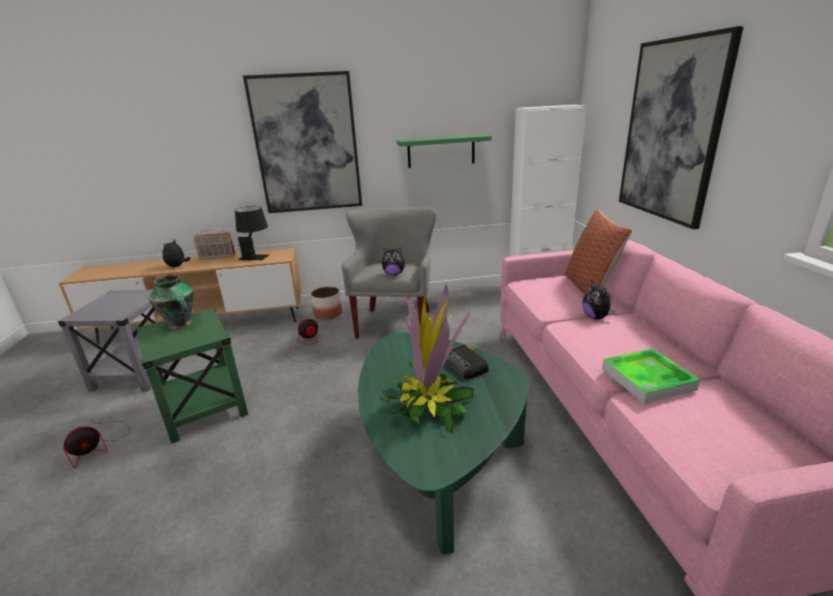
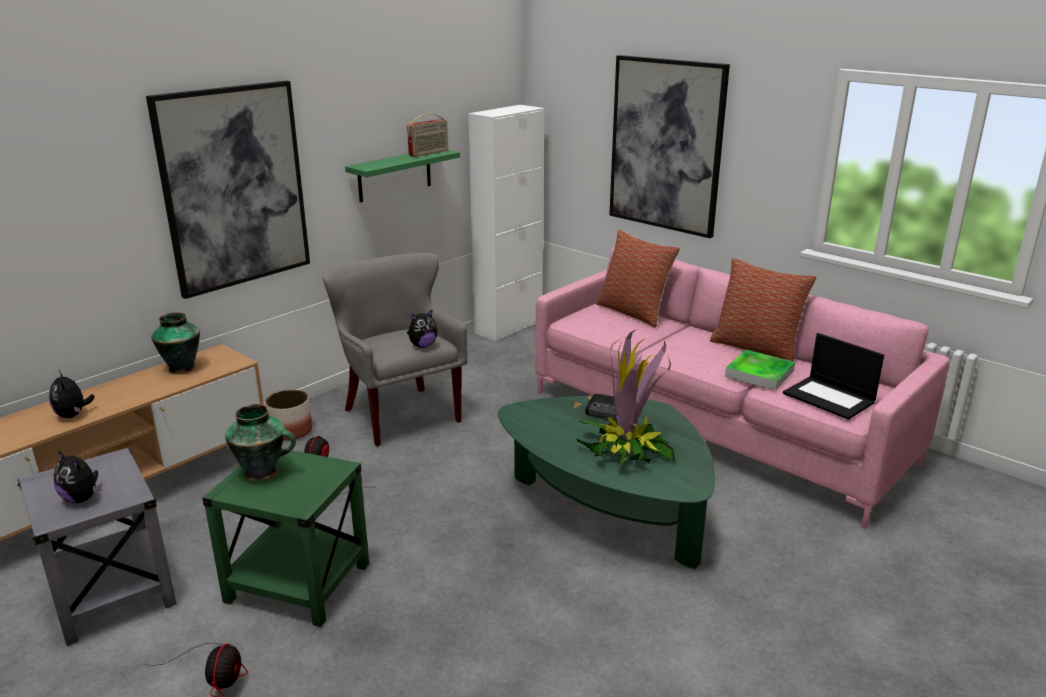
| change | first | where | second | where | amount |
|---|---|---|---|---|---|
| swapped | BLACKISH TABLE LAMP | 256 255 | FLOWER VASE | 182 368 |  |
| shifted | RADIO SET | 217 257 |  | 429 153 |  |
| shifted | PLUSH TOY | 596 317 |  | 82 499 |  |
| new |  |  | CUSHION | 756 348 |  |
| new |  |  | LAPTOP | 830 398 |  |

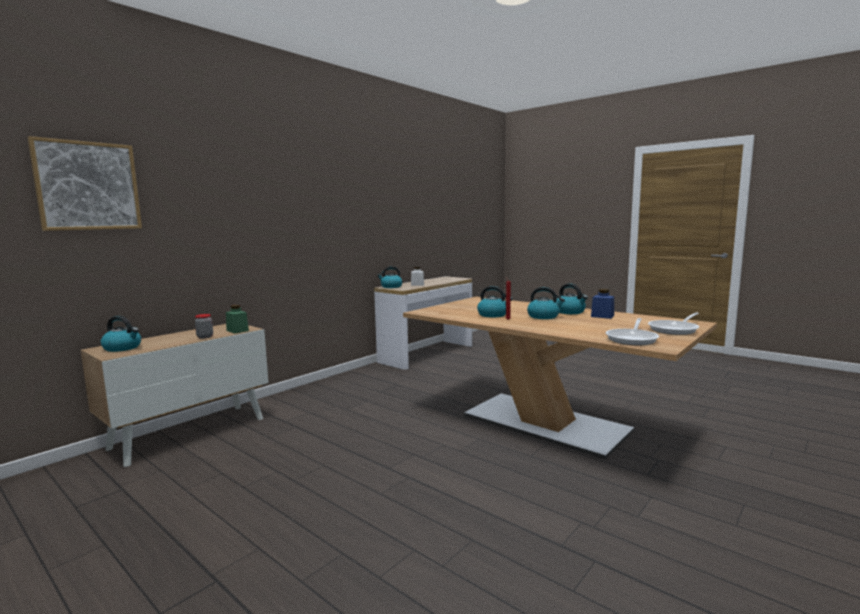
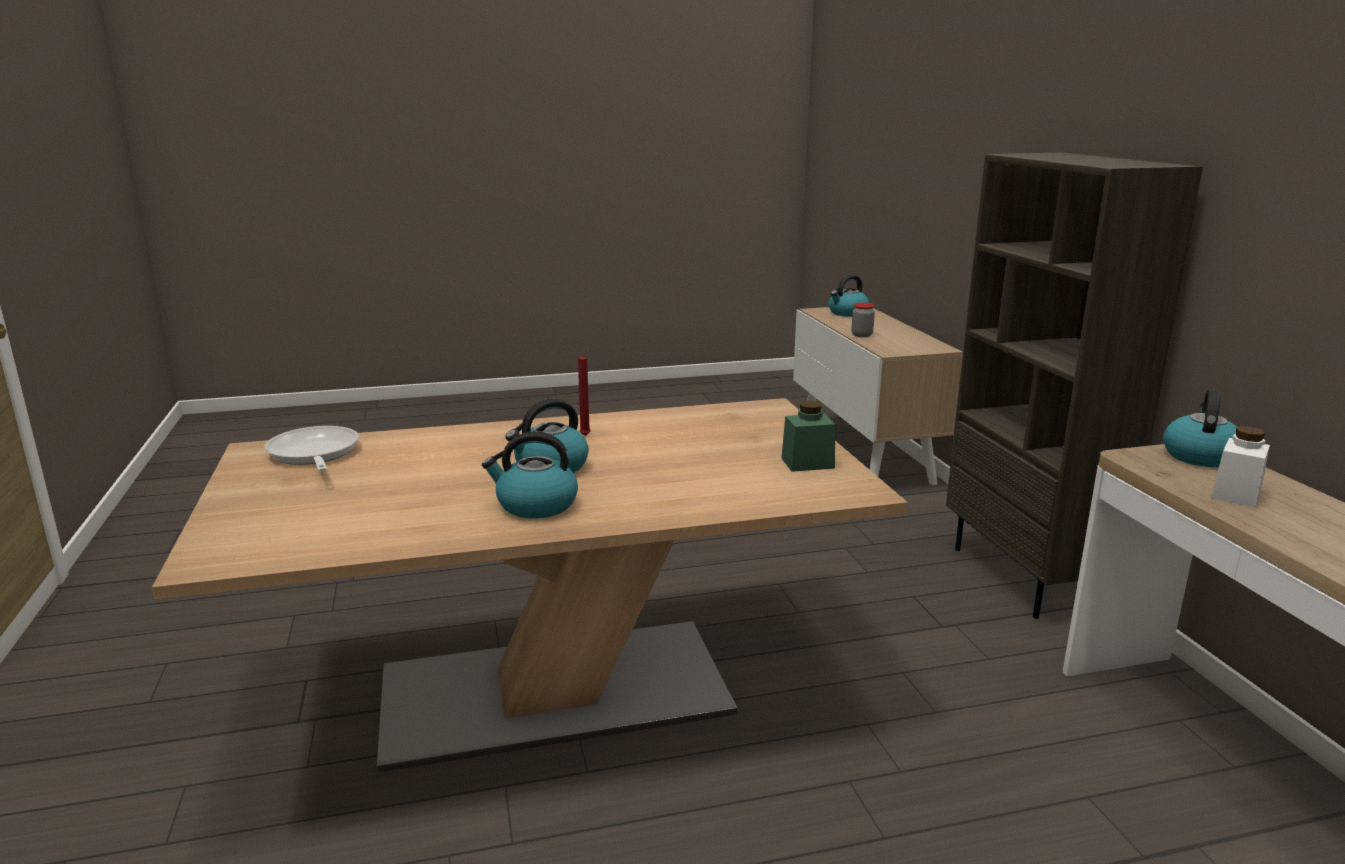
| change | first | where | second | where | amount |
|---|---|---|---|---|---|
| gone | WALL ART | 88 186 |  |  |  |
| gone | KETTLE | 493 315 |  |  |  |
| gone | BLUE-COLOURED JAR | 602 316 |  |  |  |
| shifted | GREENISH JAR | 237 330 |  | 807 463 |  |
| gone | FRYING PAN | 675 329 |  |  |  |
| new |  |  | BROWN-COLOURED BOOKCASE | 1025 577 |  |

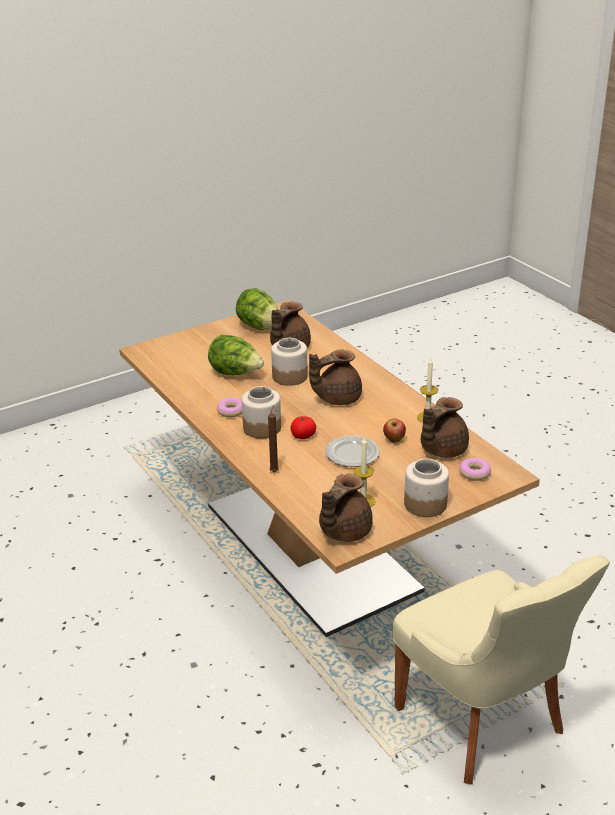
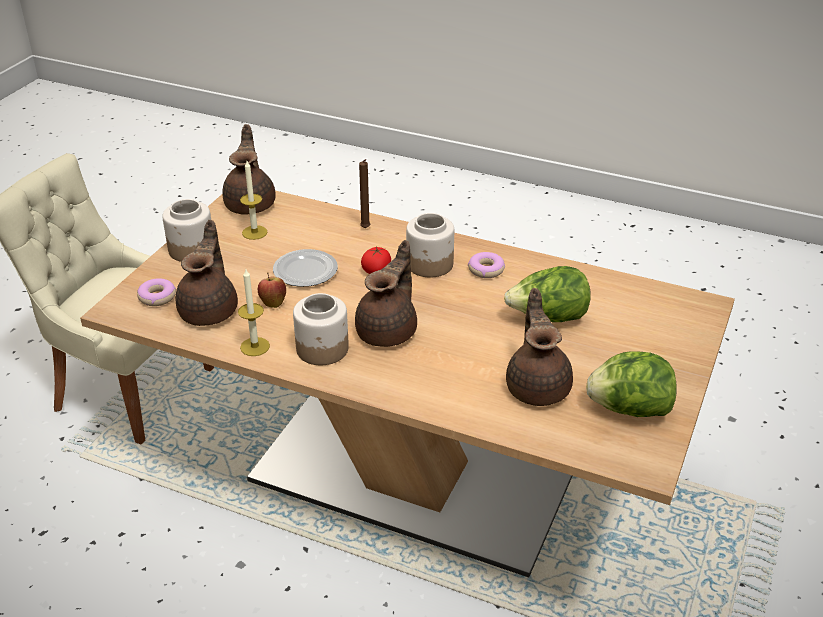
| change | first | where | second | where | amount |
|---|---|---|---|---|---|
| shifted | JAR | 289 376 |  | 322 349 |  |

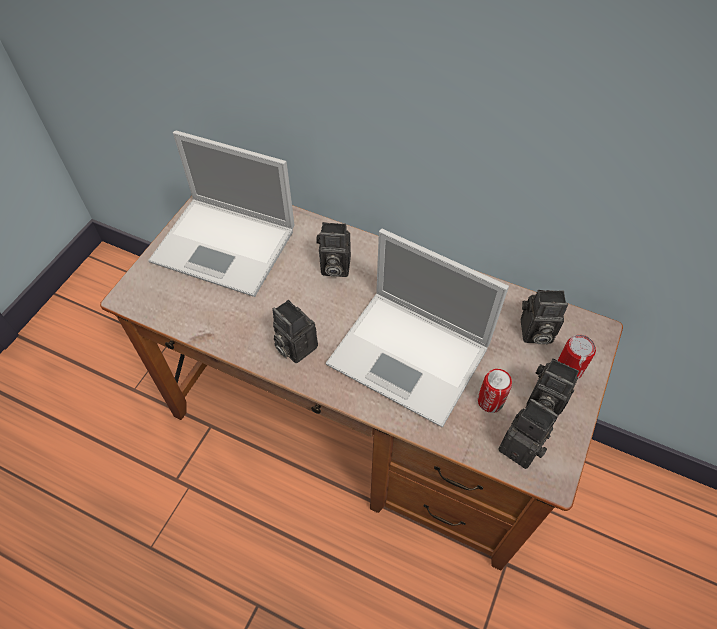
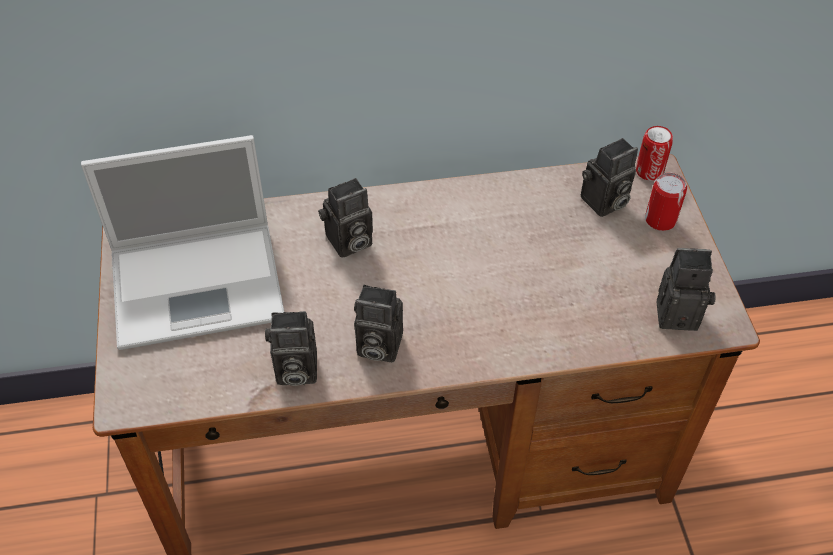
| change | first | where | second | where | amount |
|---|---|---|---|---|---|
| gone | LAPTOP | 411 356 |  |  |  |
| shifted | STILL CAMERA | 542 402 |  | 294 371 |  |
| shifted | CAN | 490 401 |  | 649 171 |  |

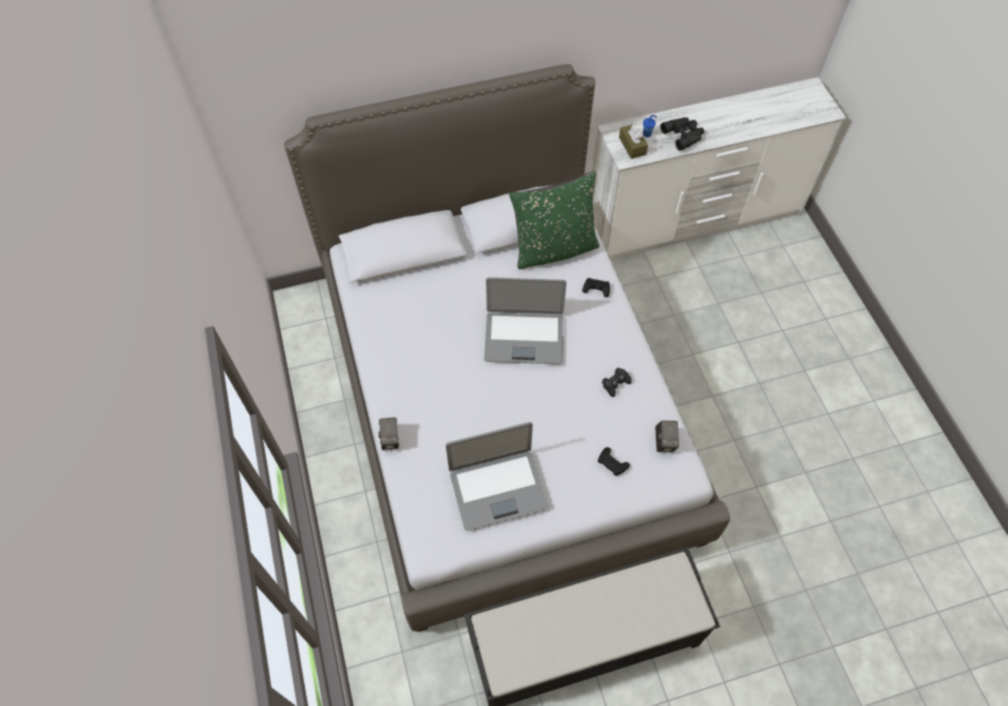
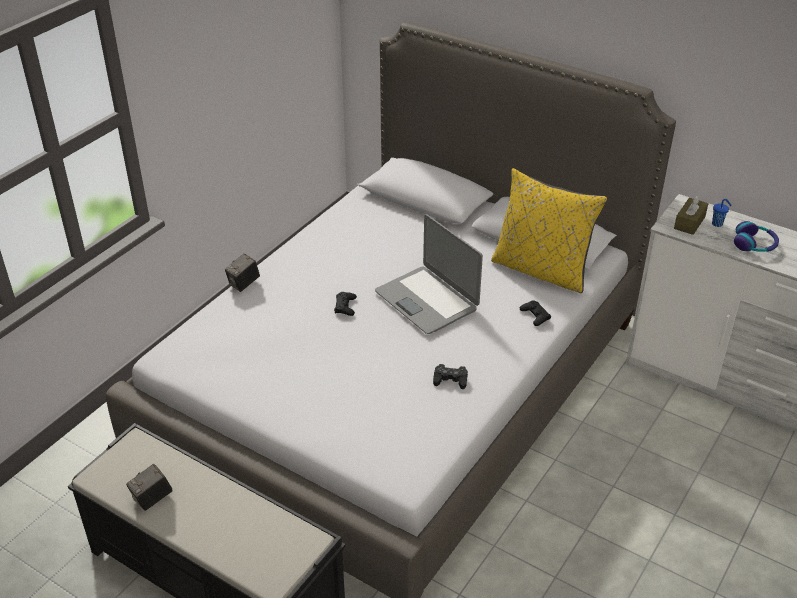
| change | first | where | second | where | amount |
|---|---|---|---|---|---|
| swapped | BLACKISH PAIR OF BINOCULARS | 684 135 | PAIR OF HEADPHONES | 754 244 |  |
| repainted | GREENISH CUSHION | 554 249 | YELLOWISH CUSHION | 541 270 |  |
| shifted | STILL CAMERA | 664 442 |  | 152 499 |  |
| gone | LAPTOP | 498 489 |  |  |  |
| shifted | BLACKISH GAMEPAD | 612 463 |  | 345 306 |  |

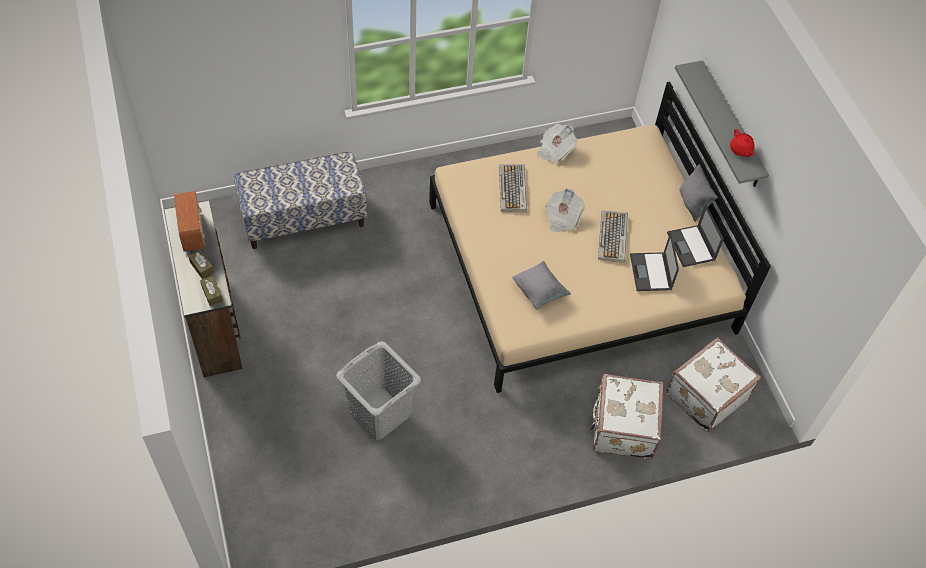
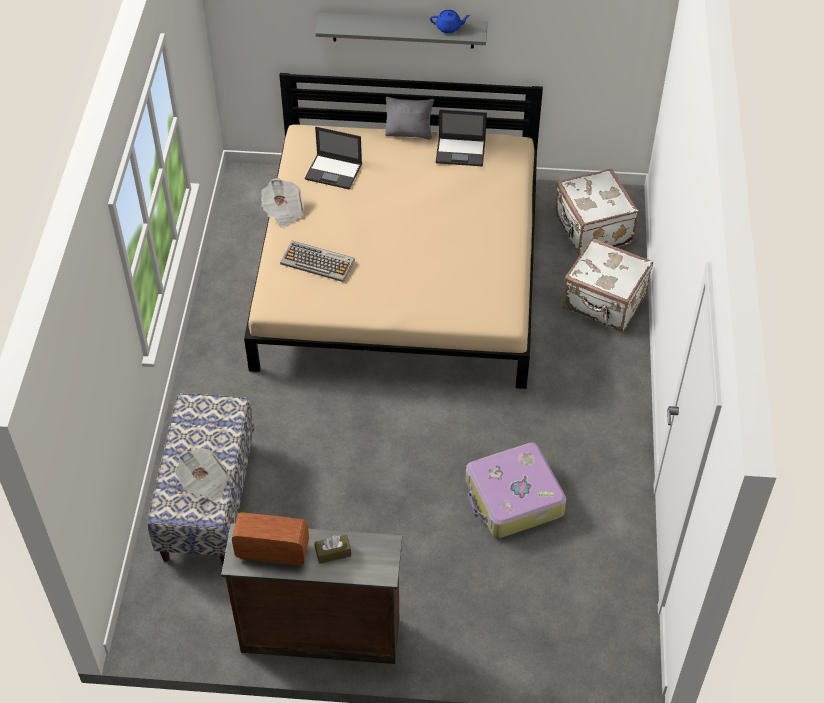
| change | first | where | second | where | amount |
|---|---|---|---|---|---|
| repainted | RED TEA POT | 740 150 | BLUE-COLOURED TEA POT | 449 28 |  |
| shifted | PRINTED PAPER | 562 218 |  | 204 483 |  |
| gone | COMPUTER KEYBOARD | 613 237 |  |  |  |
| shifted | LAPTOP | 651 272 |  | 334 172 |  |
| gone | GREY CUSHION | 539 292 |  |  |  |
| gone | BROWN-COLOURED TISSUE HOLDER | 212 294 |  |  |  |
| swapped | GREY WASHING BASKET | 379 414 | PIECE OF LUGGAGE | 513 499 |  |

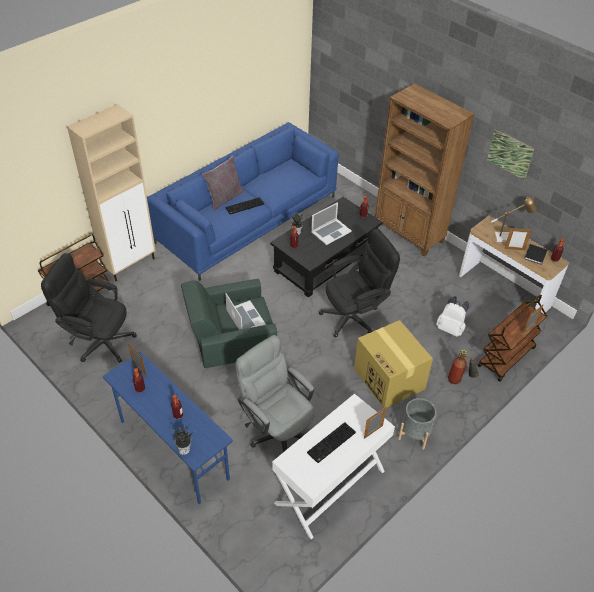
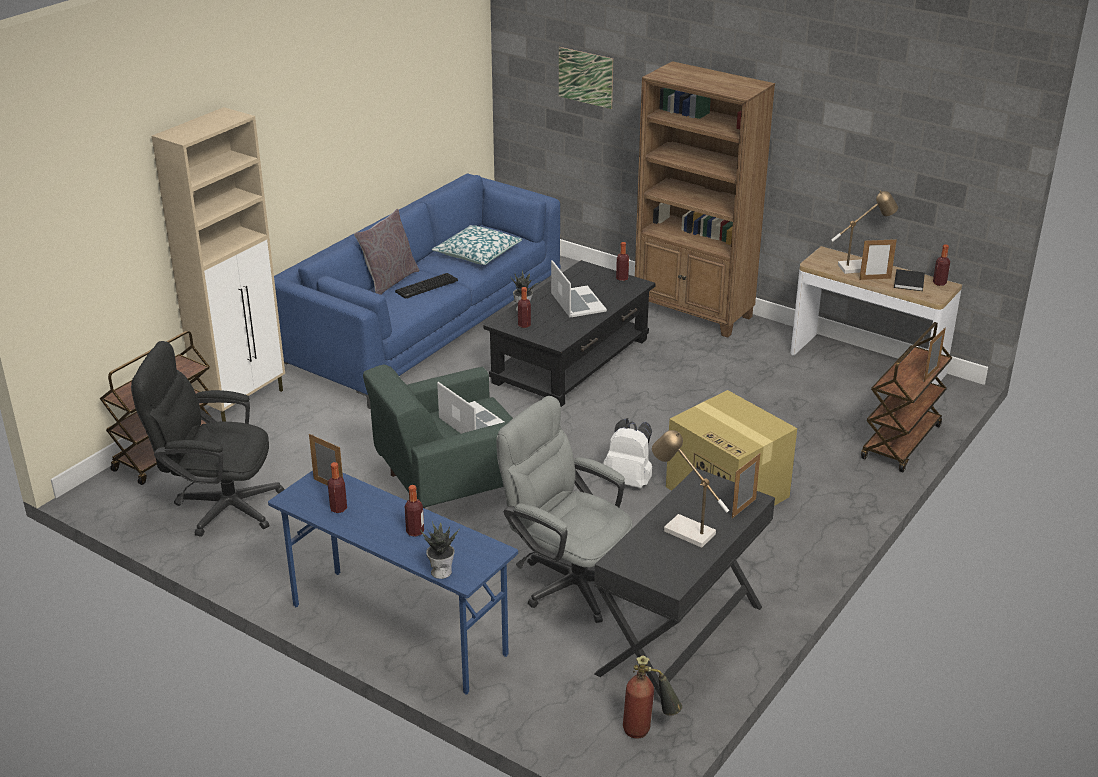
| change | first | where | second | where | amount |
|---|---|---|---|---|---|
| shifted | WALL ART | 510 154 |  | 585 77 |  |
| rotated | LAPTOP | 331 231 |  | 577 302 | 60 degrees counterclockwise |
| gone | BLACKISH DESK CHAIR | 355 316 |  |  |  |
| shifted | WHITE BACKPACK | 450 328 |  | 629 480 |  |
| shifted | EXTINGUISHER | 459 381 |  | 648 731 |  |
| repainted | WHITE DESK TABLE | 330 487 | BLACKISH DESK TABLE | 681 640 |  |
| gone | GREY PLANTER | 415 434 |  |  |  |
| swapped | COMPUTER KEYBOARD | 331 443 | TABLE LAMP | 683 530 |  |
| new |  |  | CUSHION | 477 254 |  |

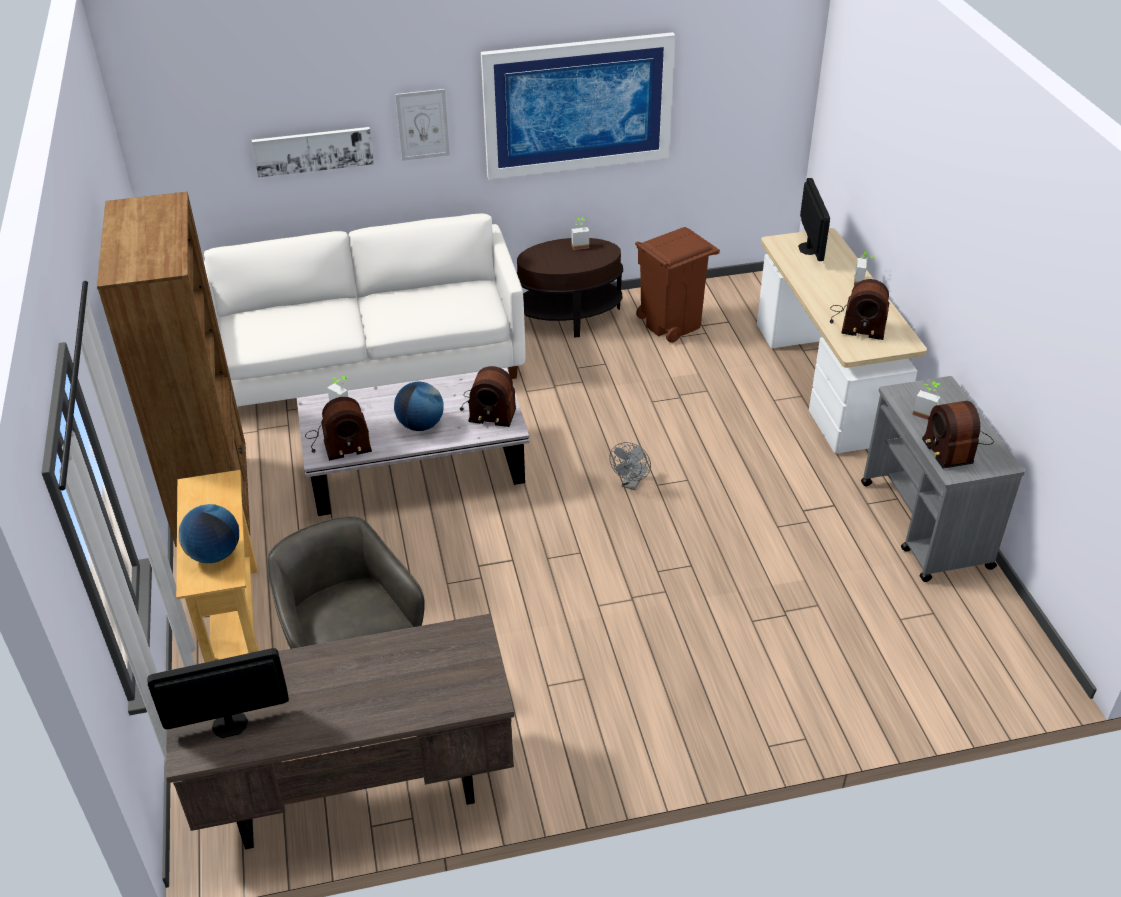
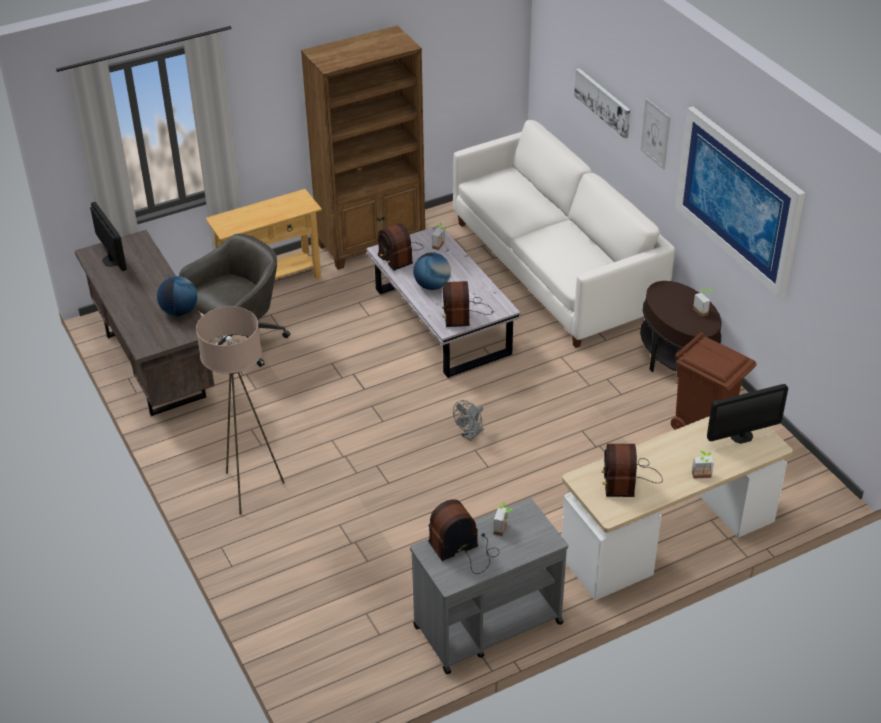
| change | first | where | second | where | amount |
|---|---|---|---|---|---|
| rotated | GREY ELECTRIC FAN | 631 484 |  | 470 435 | 60 degrees counterclockwise |
| shifted | GLOBE | 214 554 |  | 179 311 |  |
| new |  |  | SAND-COLOURED STANDING LAMP | 250 489 |  |

